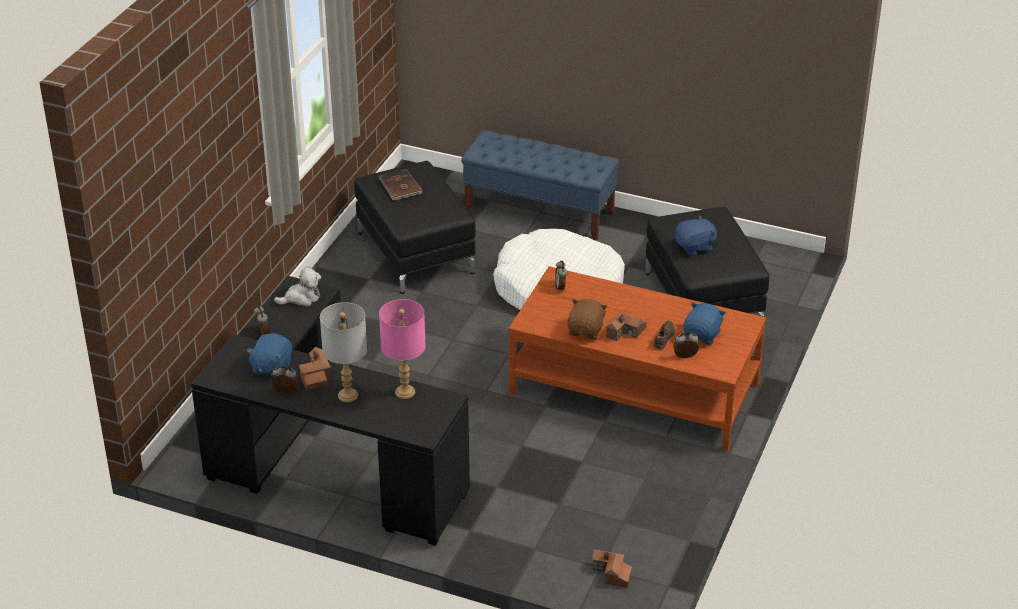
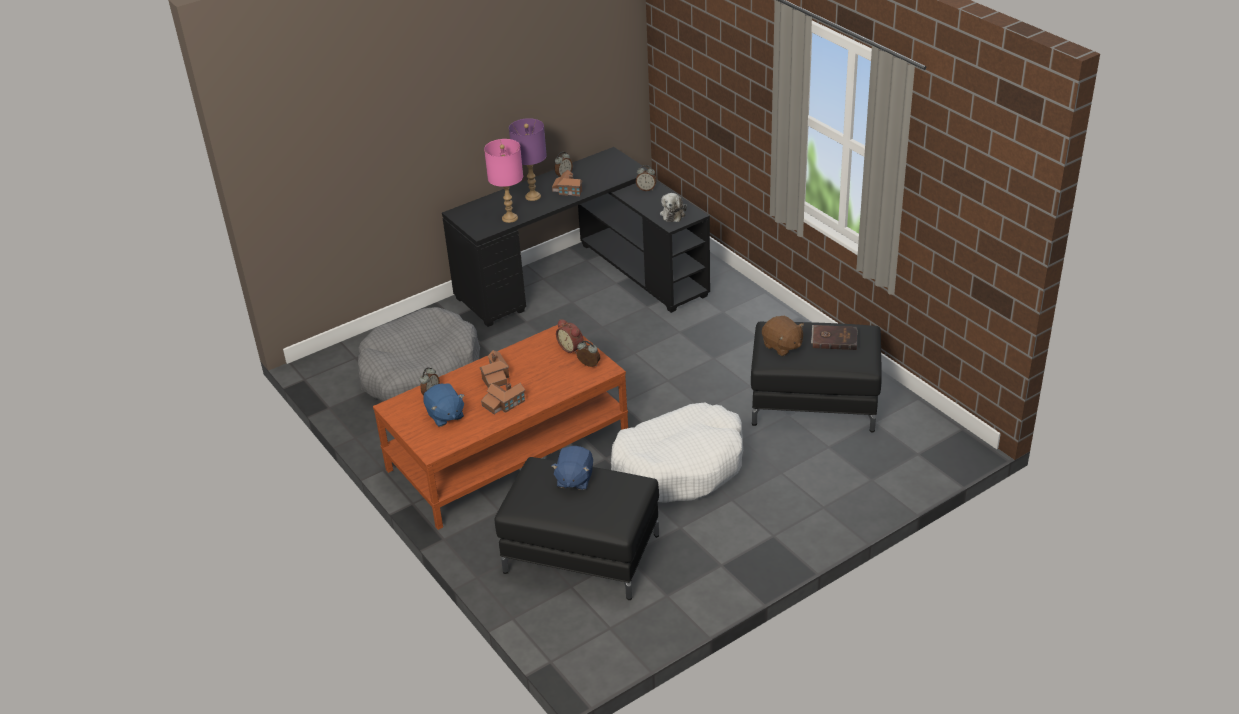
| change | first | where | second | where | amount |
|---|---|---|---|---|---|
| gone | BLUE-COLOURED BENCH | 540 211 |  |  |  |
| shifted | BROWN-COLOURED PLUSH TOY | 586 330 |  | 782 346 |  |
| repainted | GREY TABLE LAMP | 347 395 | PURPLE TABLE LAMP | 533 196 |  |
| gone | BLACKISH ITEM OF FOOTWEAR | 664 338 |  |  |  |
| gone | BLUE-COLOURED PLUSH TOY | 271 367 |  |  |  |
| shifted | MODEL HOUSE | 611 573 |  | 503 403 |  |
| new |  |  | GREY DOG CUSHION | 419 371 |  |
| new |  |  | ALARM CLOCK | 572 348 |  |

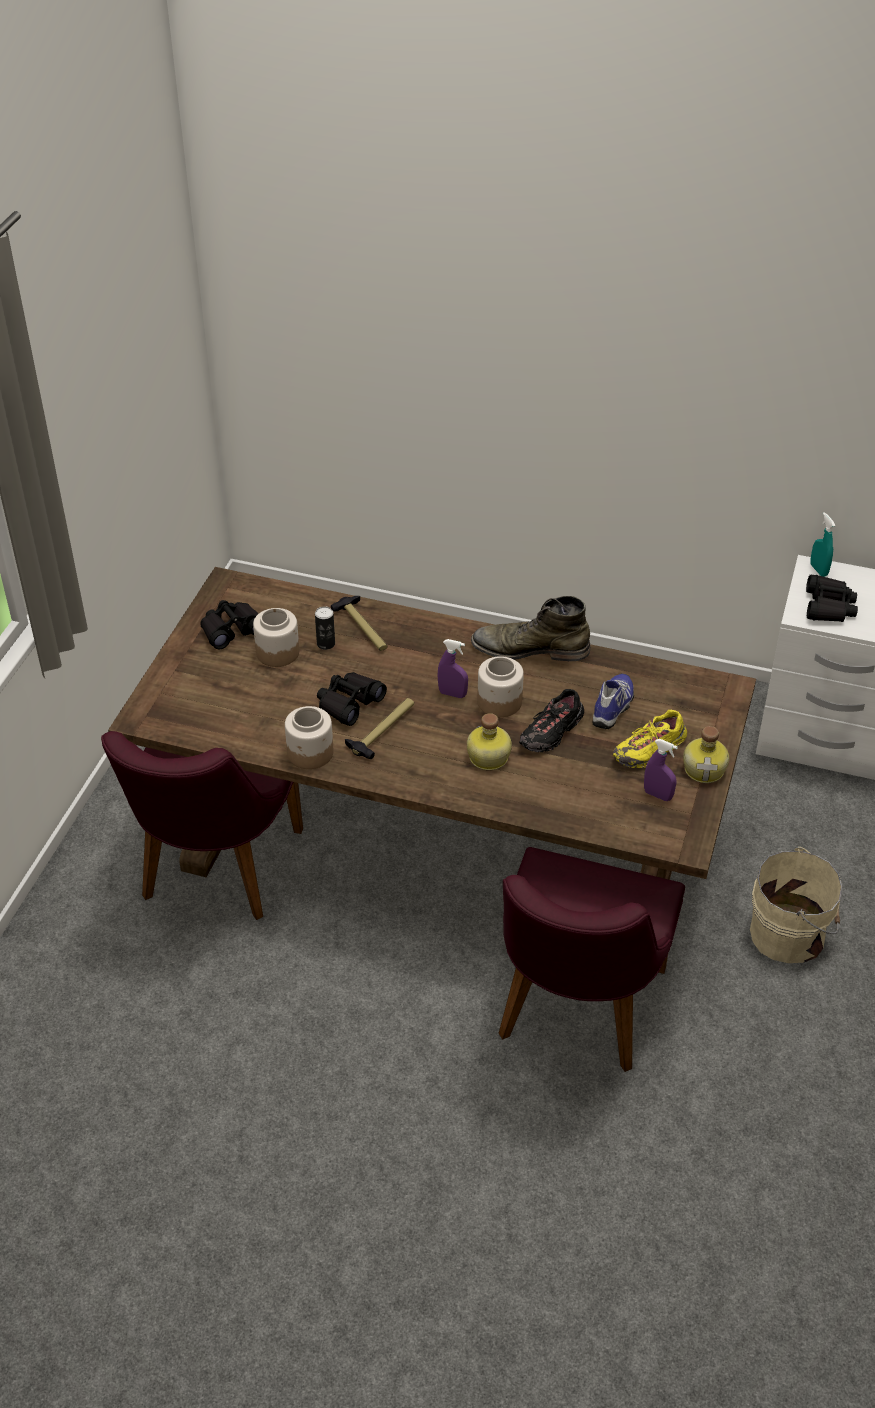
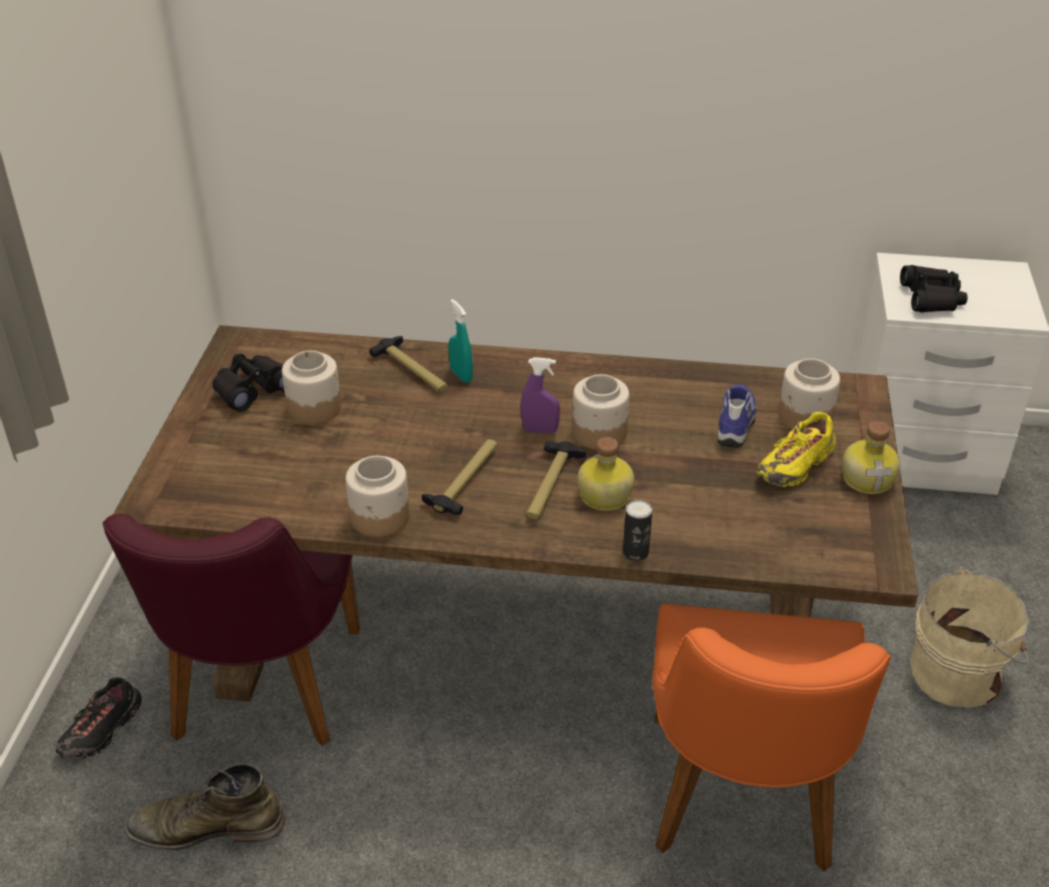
| change | first | where | second | where | amount |
|---|---|---|---|---|---|
| shifted | TURQUOISE SPRAY BOTTLE | 818 570 |  | 461 375 |  |
| shifted | GREENISH TALL BOOT | 530 648 |  | 206 827 |  |
| shifted | CAN | 326 644 |  | 635 552 |  |
| gone | BLACKISH PAIR OF BINOCULARS | 349 703 |  |  |  |
| shifted | BLACKISH ITEM OF FOOTWEAR | 552 733 |  | 102 730 |  |
| gone | PURPLE SPRAY BOTTLE | 658 795 |  |  |  |
| repainted | PURPLE UPRIGHT CHAIR | 574 1015 | ORANGEY UPRIGHT CHAIR | 741 807 |  |
| new |  |  | JAR | 805 417 |  |
| new |  |  | TOOL HAMMER | 550 486 |  |

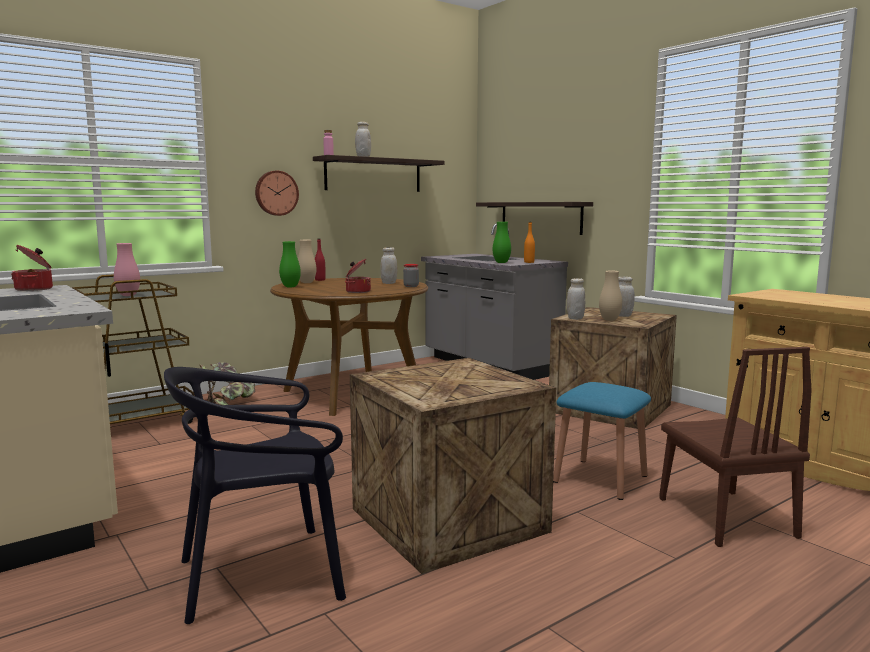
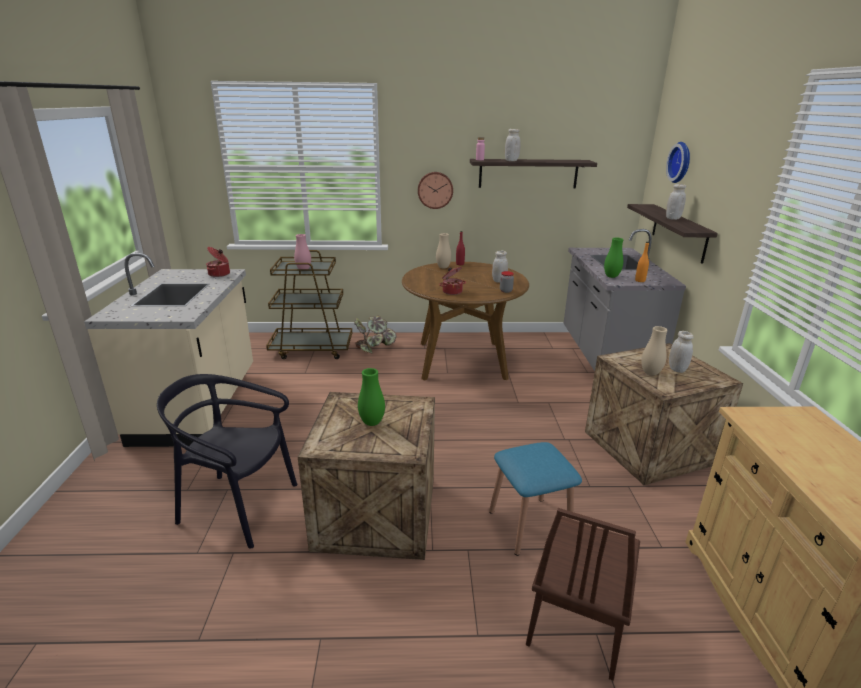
| change | first | where | second | where | amount |
|---|---|---|---|---|---|
| shifted | GREENISH FLOWER VASE | 290 287 |  | 372 423 |  |
| shifted | WHITE JAR | 575 318 |  | 672 218 |  |
| new |  |  | HANGING CLOCK | 681 162 |  |

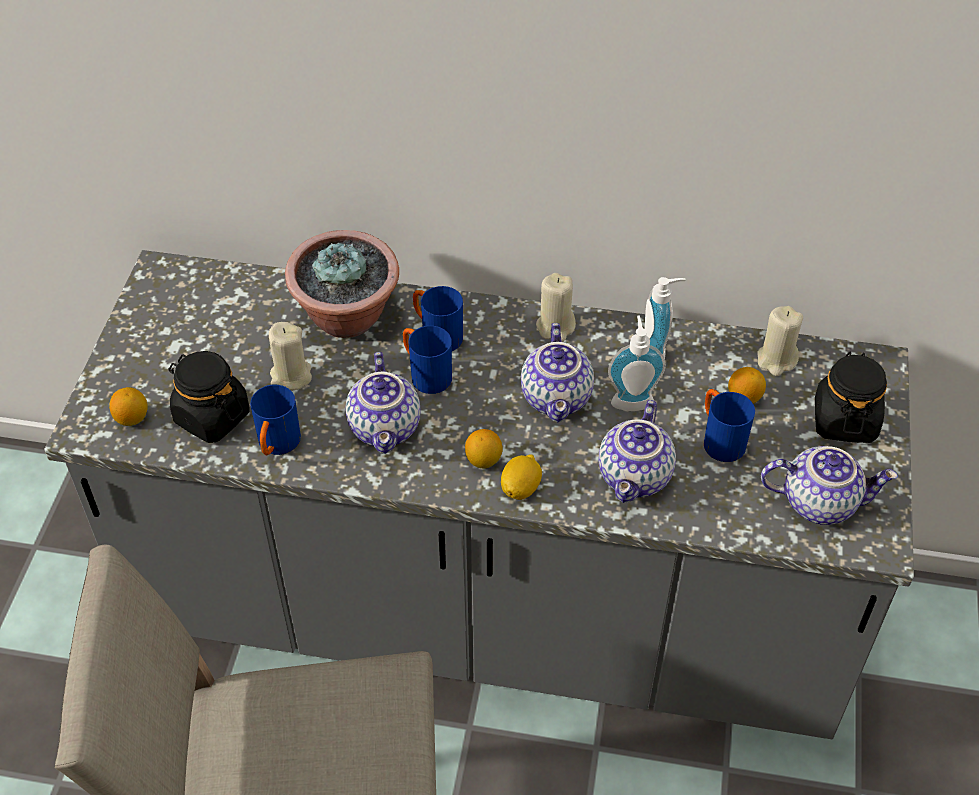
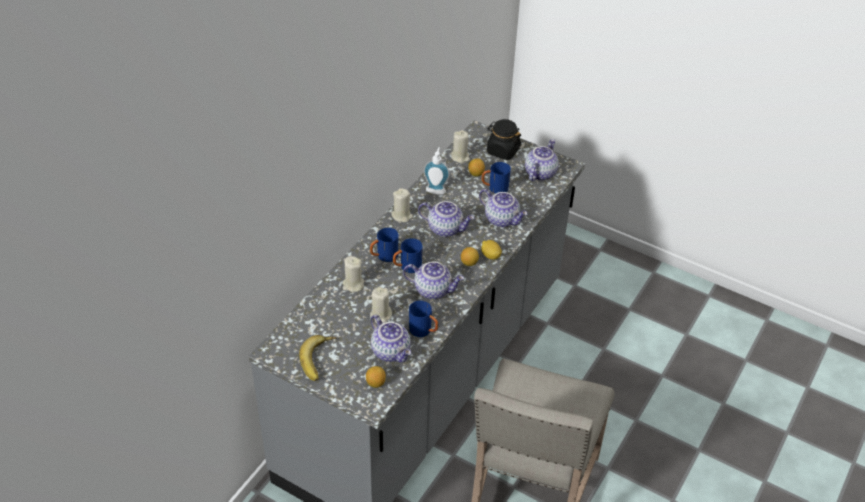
| change | first | where | second | where | amount |
|---|---|---|---|---|---|
| swapped | PLANT IN A POT | 348 318 | SAND-COLOURED WAX CANDLE | 353 285 |  |
| gone | LIQUID SOAP BOTTLE | 631 399 |  |  |  |
| swapped | BLACKISH JAR | 211 417 | TEA POT | 391 351 |  |
| new |  |  | BANANA | 320 360 |  |

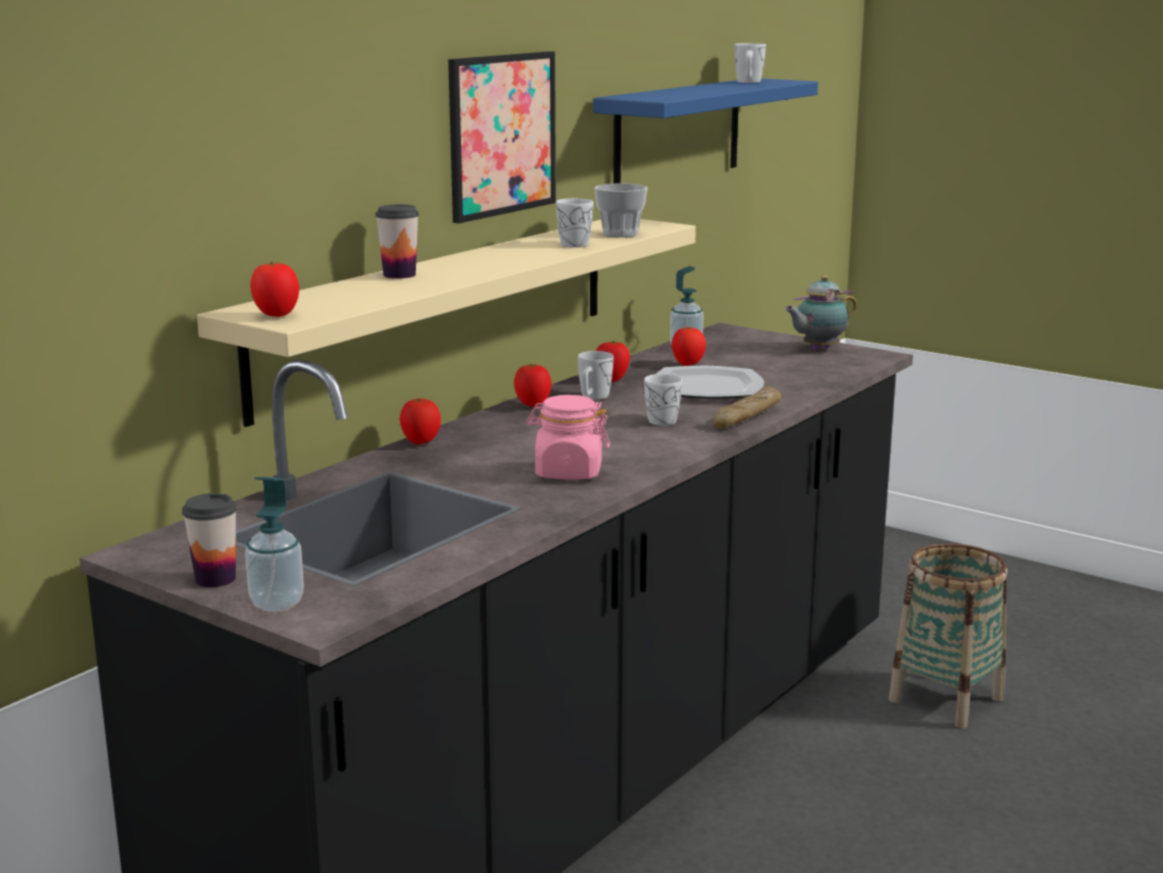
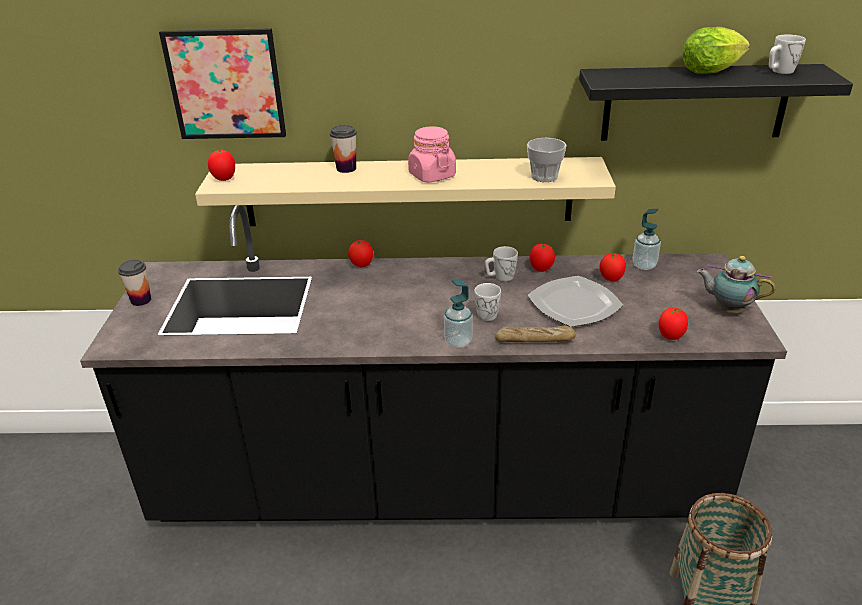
| change | first | where | second | where | amount |
|---|---|---|---|---|---|
| shifted | WALL ART | 502 134 |  | 225 85 |  |
| repainted | BLUE-COLOURED SHELF | 678 133 | BLACKISH SHELF | 695 103 |  |
| gone | WHITE COFFEE MUG | 572 244 |  |  |  |
| shifted | FRESH TOMATO | 533 405 |  | 670 337 |  |
| shifted | PINK-COLOURED JAR | 568 472 |  | 432 175 |  |
| shifted | LIQUID SOAP BOTTLE | 277 603 |  | 458 342 |  |
| new |  |  | LETTUCE | 713 71 |  |

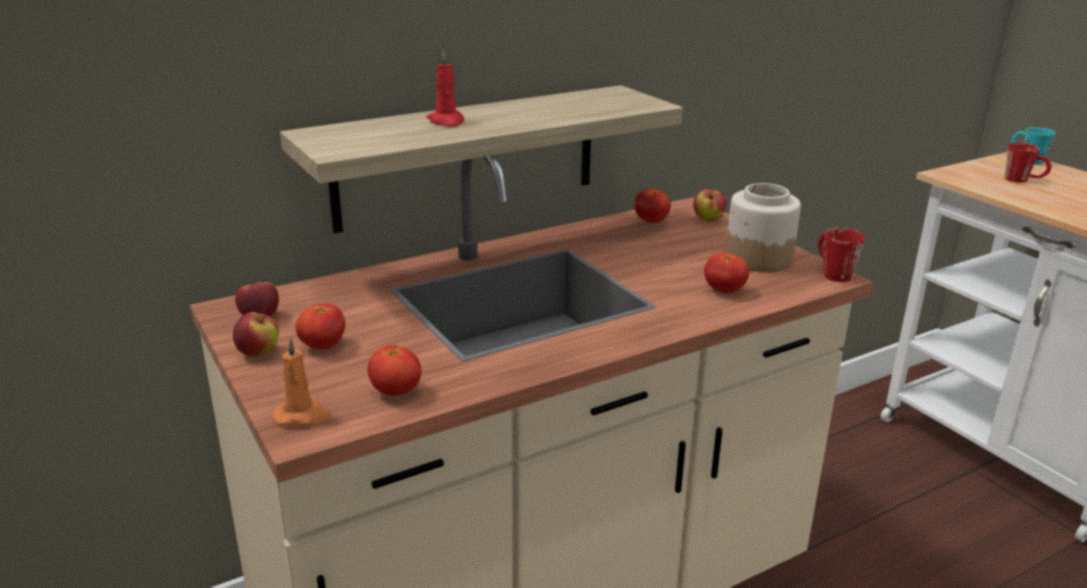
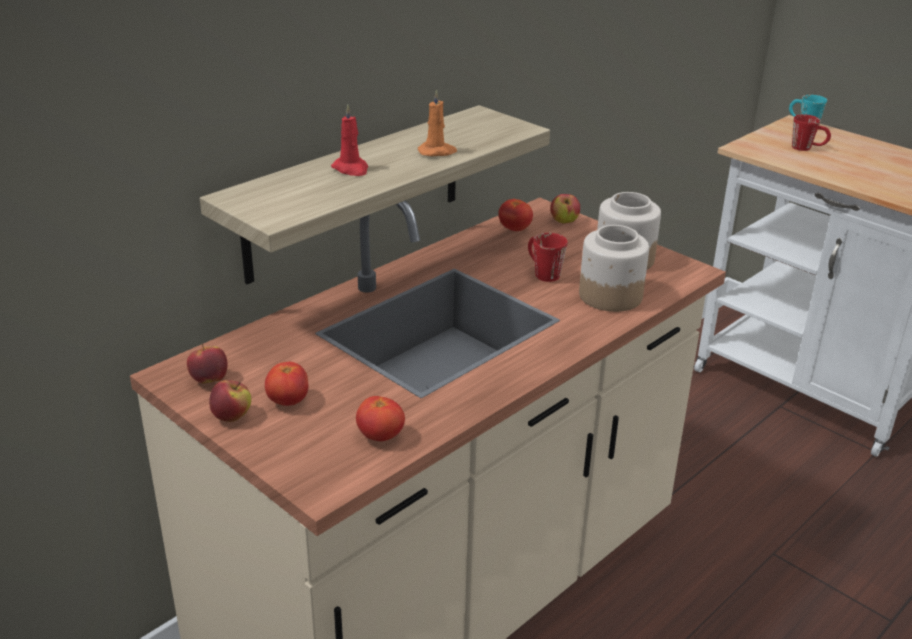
| change | first | where | second | where | amount |
|---|---|---|---|---|---|
| shifted | RED COFFEE MUG | 831 272 |  | 542 272 |  |
| swapped | FRESH TOMATO | 724 290 | JAR | 609 296 |  |
| shifted | ORANGEY WAX CANDLE | 302 416 |  | 437 152 |  |

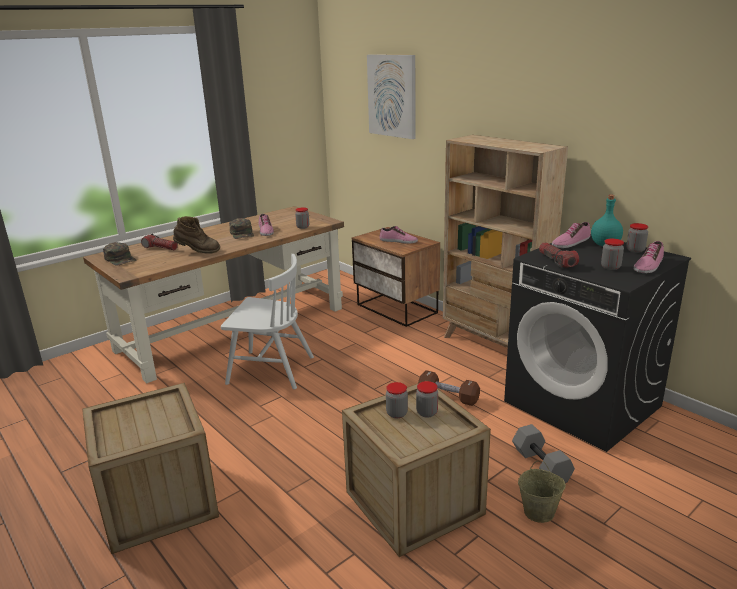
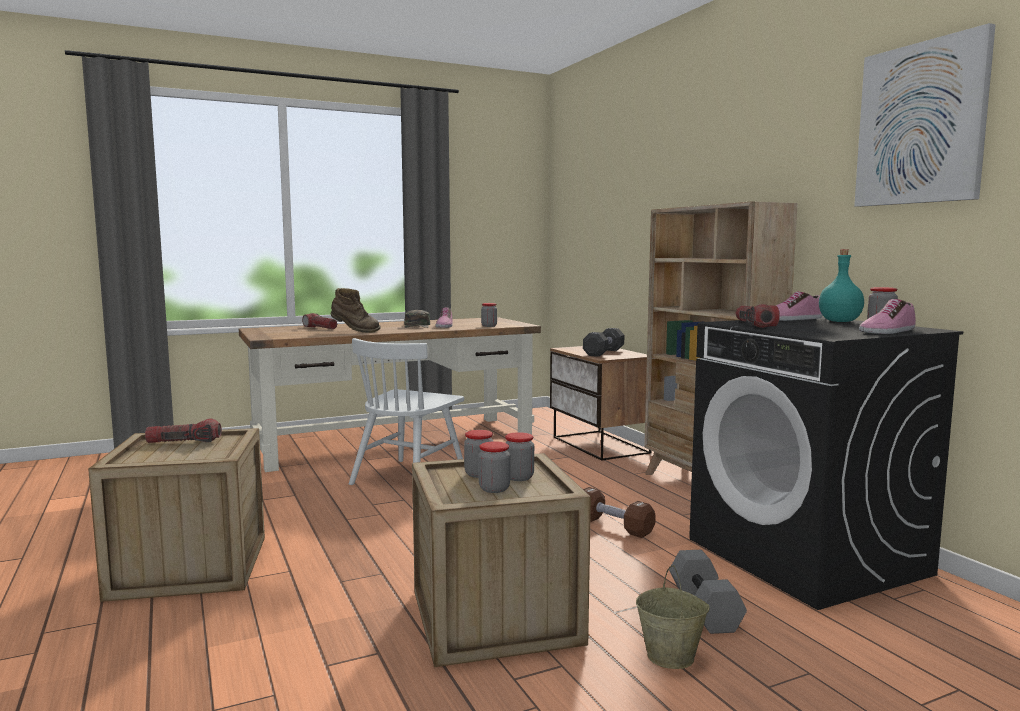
| change | first | where | second | where | amount |
|---|---|---|---|---|---|
| shifted | WALL ART | 392 96 |  | 921 124 |  |
| swapped | ITEM OF FOOTWEAR | 398 241 | BLACKISH HAND WEIGHT | 603 352 |  |
| shifted | JAR | 610 267 |  | 494 489 |  |
| gone | GREENISH CAP | 120 259 |  |  |  |
| rotated | WHITE UPRIGHT CHAIR | 270 370 |  | 408 477 | 90 degrees clockwise |
| new |  |  | FLASHLIGHT | 184 442 |  |

